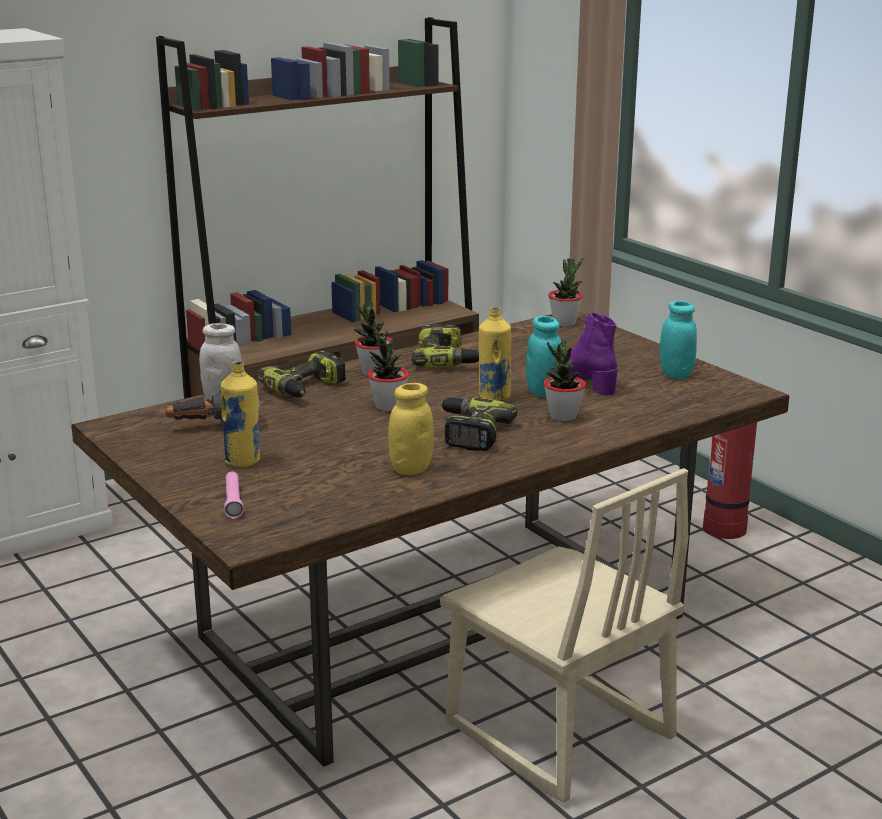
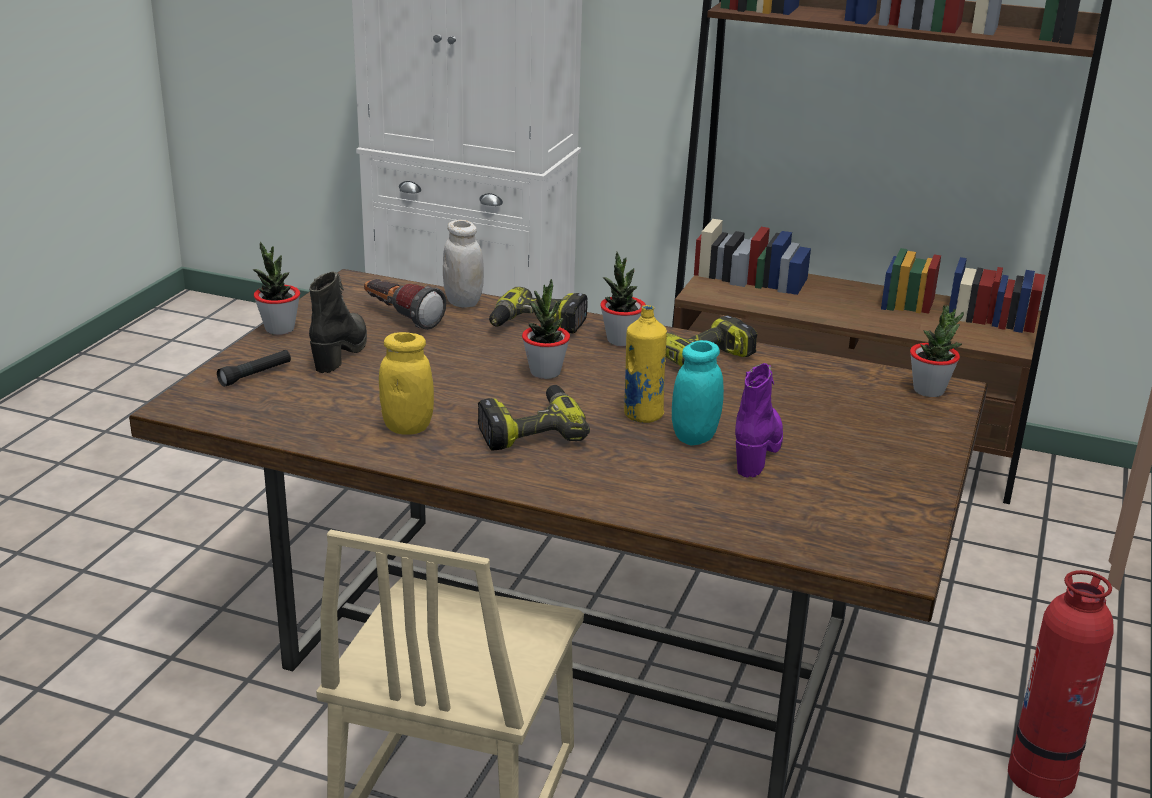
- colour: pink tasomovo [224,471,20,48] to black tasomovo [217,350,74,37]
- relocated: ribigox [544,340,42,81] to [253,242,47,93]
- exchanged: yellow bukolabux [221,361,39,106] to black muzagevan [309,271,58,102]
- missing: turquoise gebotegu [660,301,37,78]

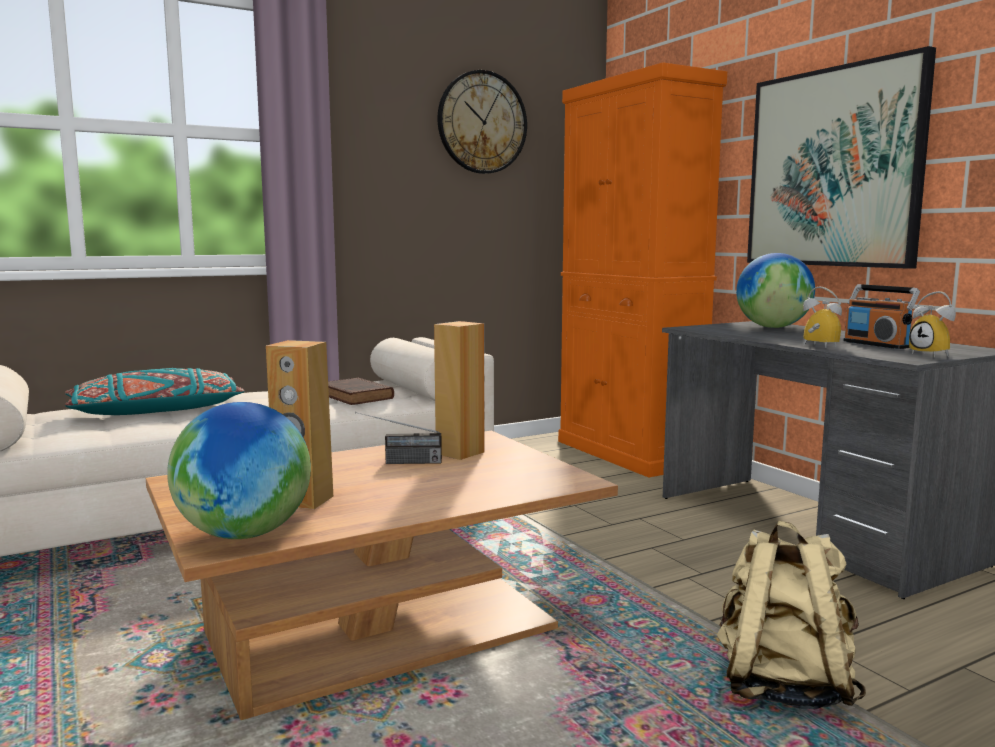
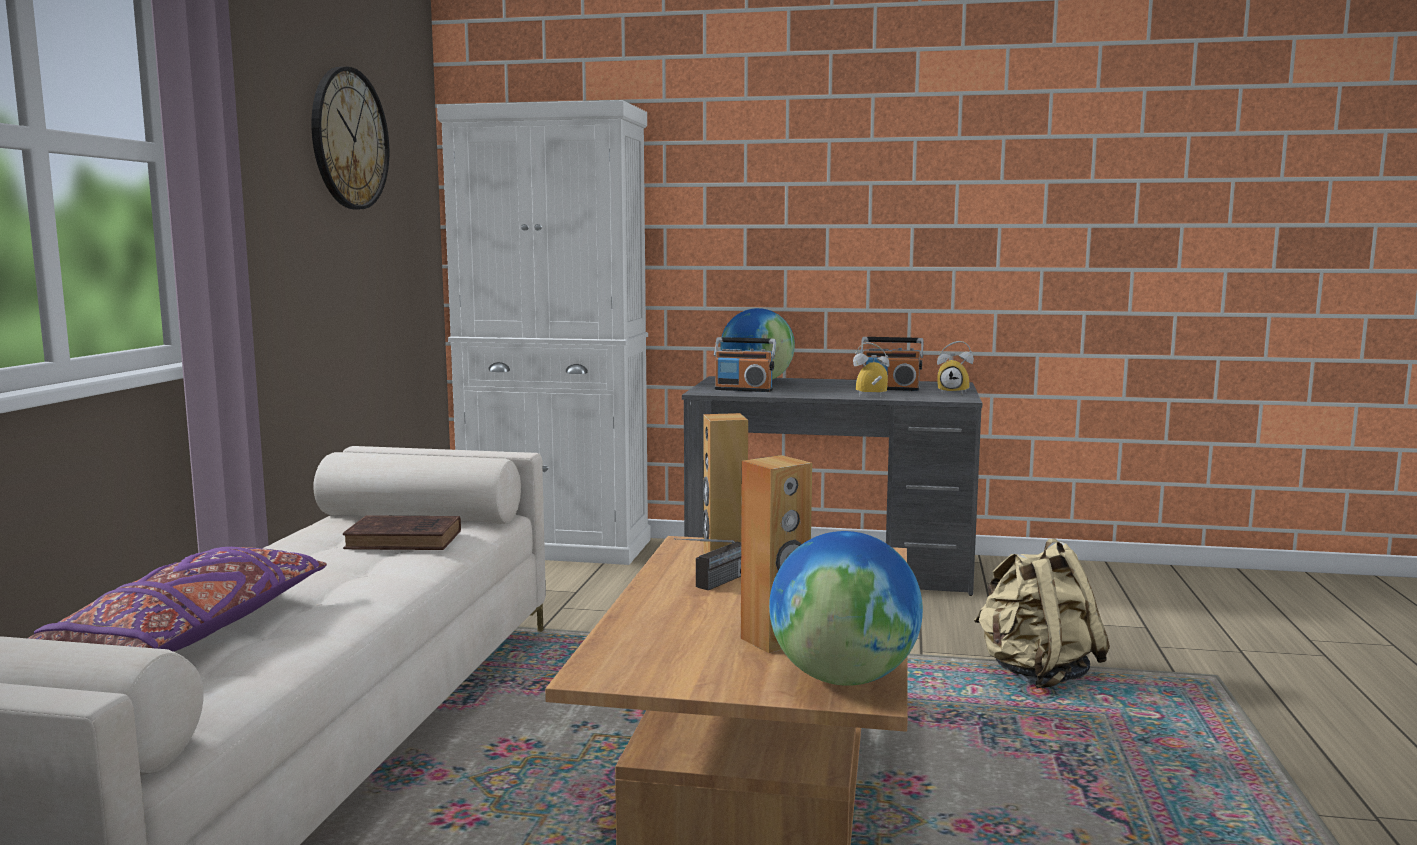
- colour: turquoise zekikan [65,368,179,47] to purple zekikan [28,547,299,105]
- colour: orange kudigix [558,62,169,416] to white kudigix [437,100,214,465]
- appeared: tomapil [714,337,62,55]
- missing: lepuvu [747,46,189,223]

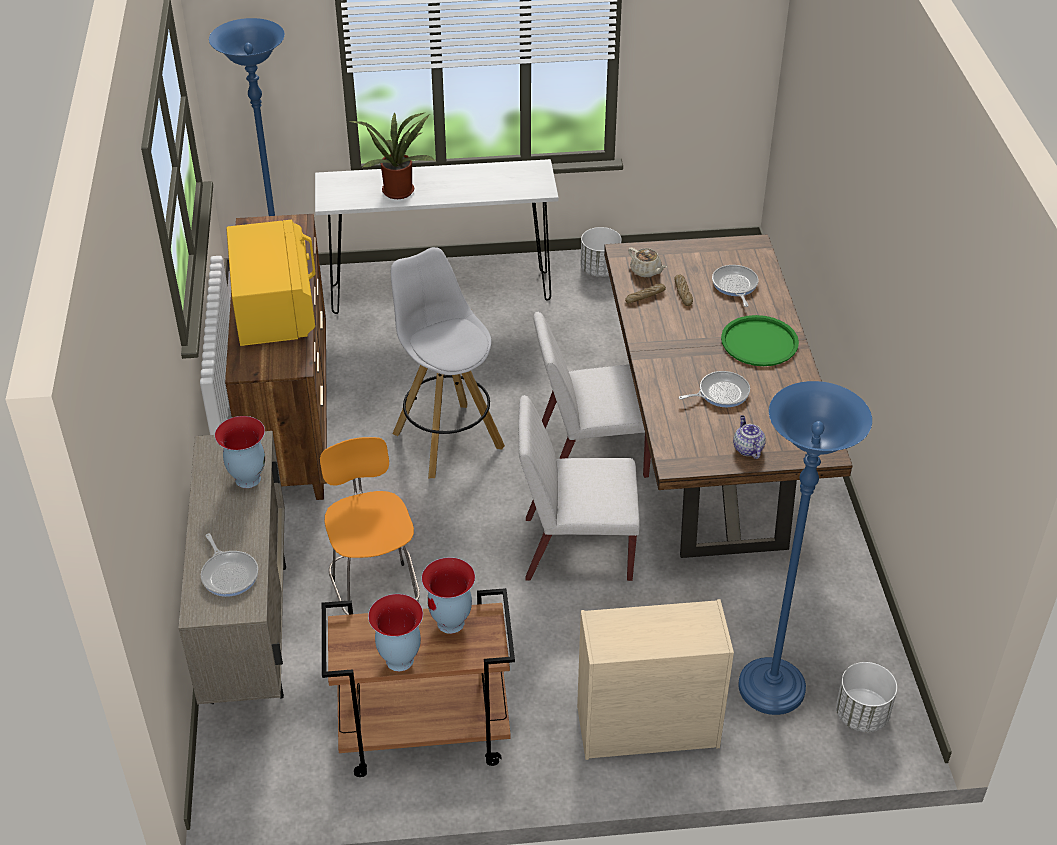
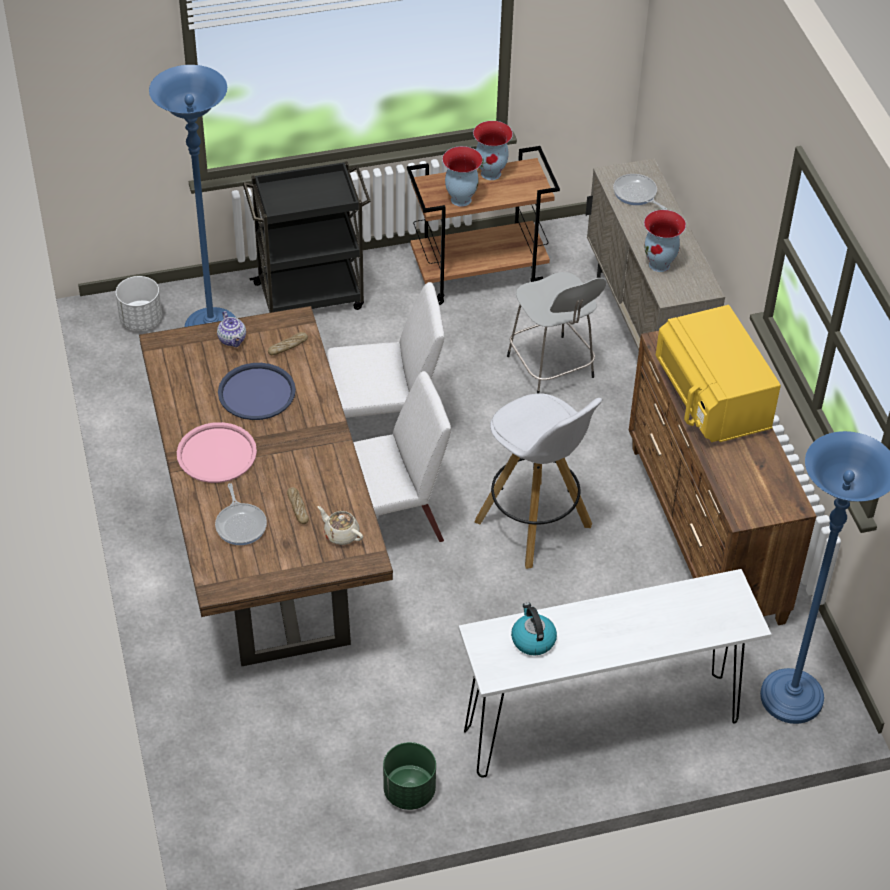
- colour: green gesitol [721,315,78,51] to pink gesitol [177,422,80,61]
- exchanged: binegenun [679,371,71,36] to blue gesitol [218,363,78,57]
- exchanged: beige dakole [577,599,157,161] to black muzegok [243,161,128,152]
- relocated: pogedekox [625,284,41,20] to [268,332,40,23]
- colour: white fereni [581,227,41,50] to green fereni [383,742,53,68]
- colour: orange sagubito [320,437,100,178] to grey sagubito [507,272,99,122]
- appeared: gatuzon [511,602,46,54]
- missing: ribigox [348,112,87,87]

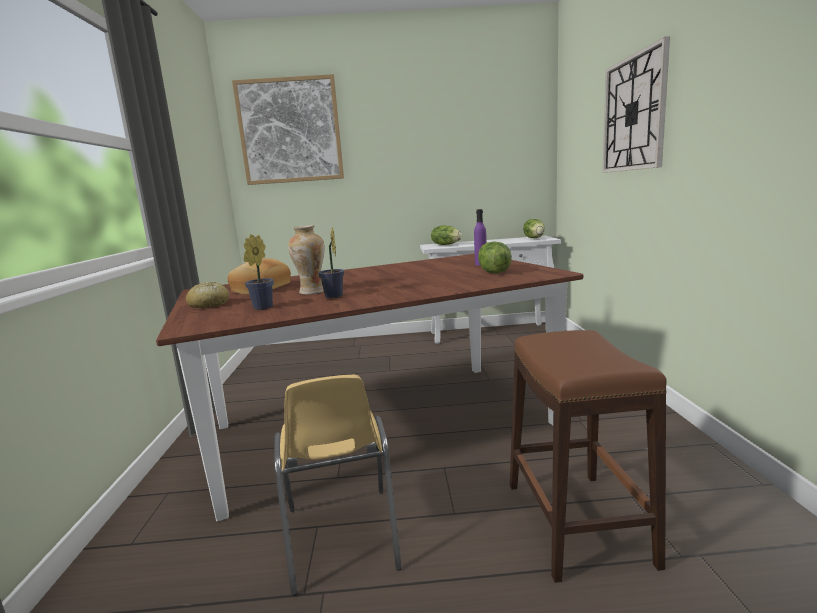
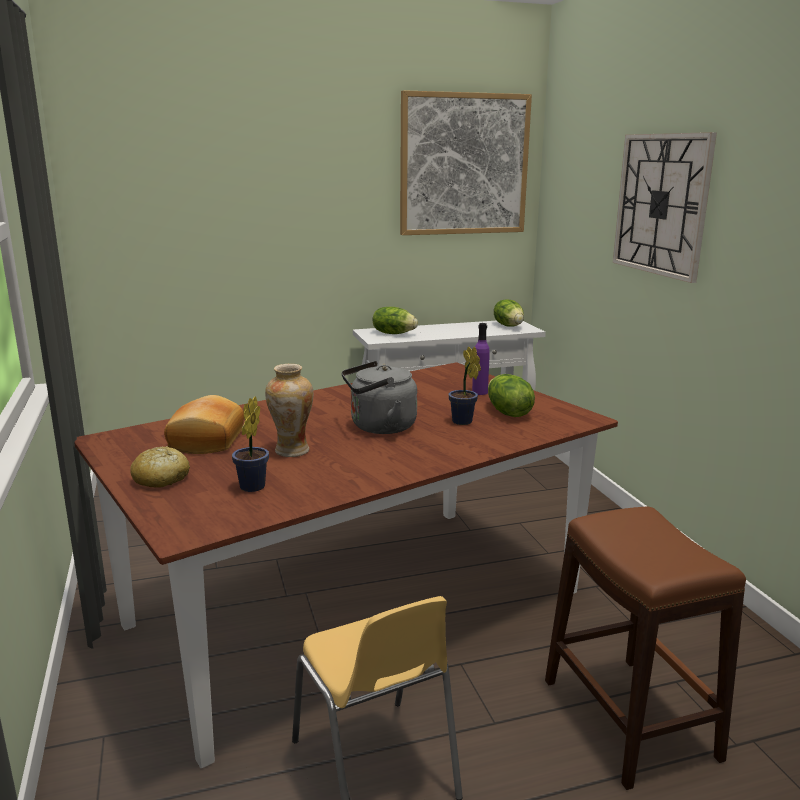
- appeared: grey gatuzon [341,361,76,73]
- relocated: lepuvu [232,74,112,111] to [400,90,132,145]
- relocated: ribigox [318,227,26,71] to [448,346,33,79]

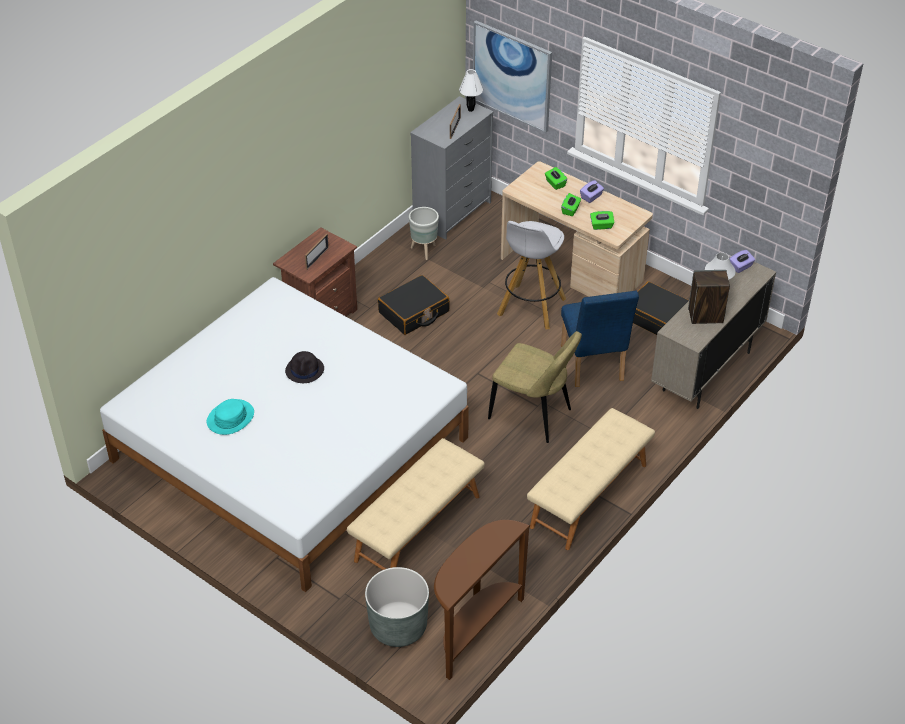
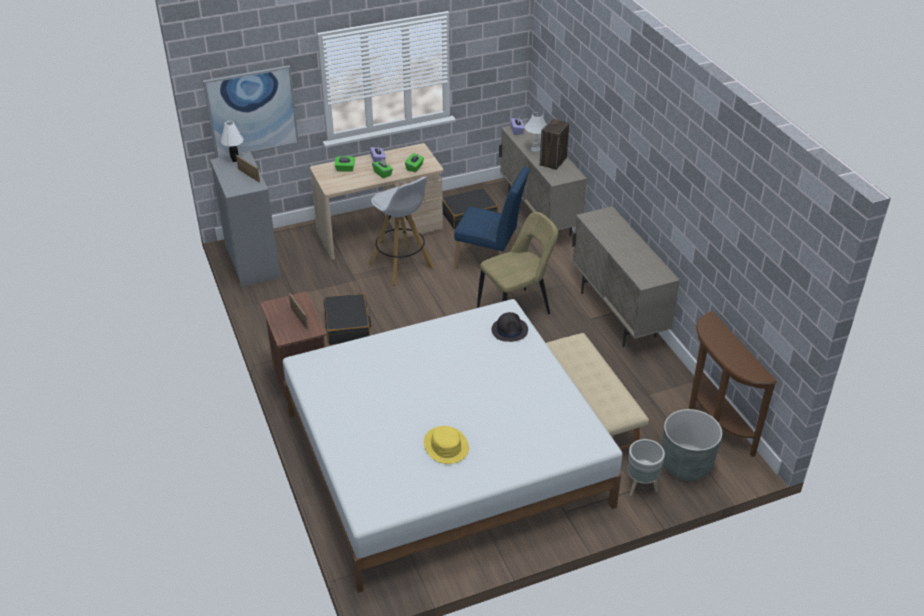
- colour: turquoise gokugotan [207,399,47,36] to yellow gokugotan [424,426,45,38]
- relocated: black gokugotan [285,351,39,32] to [491,312,37,30]
- exchanged: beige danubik [527,408,128,142] to beige kudigix [572,206,108,141]
- relocated: grey fereni [409,207,30,53] to [628,439,37,57]

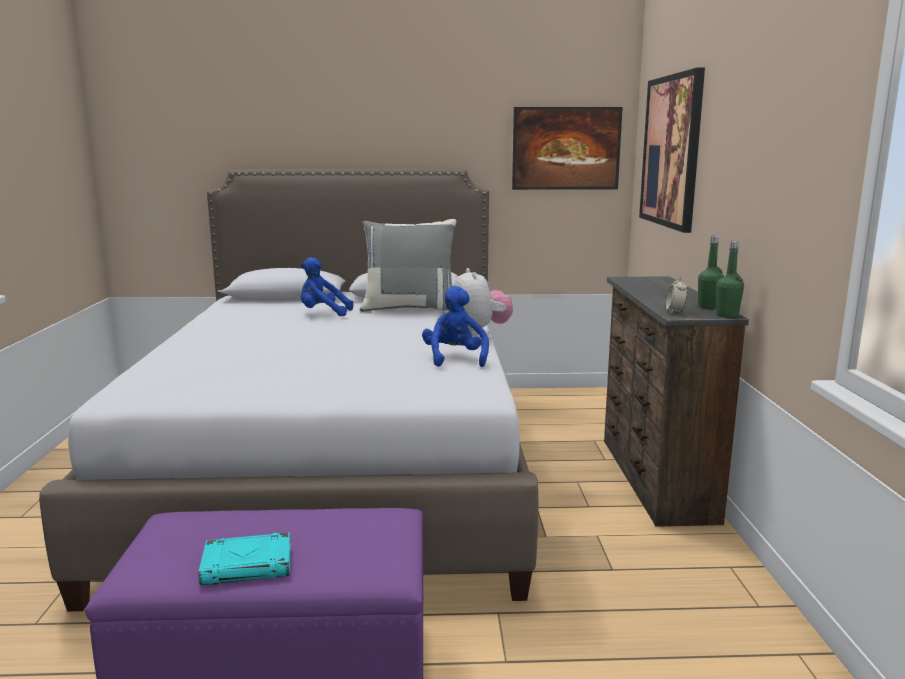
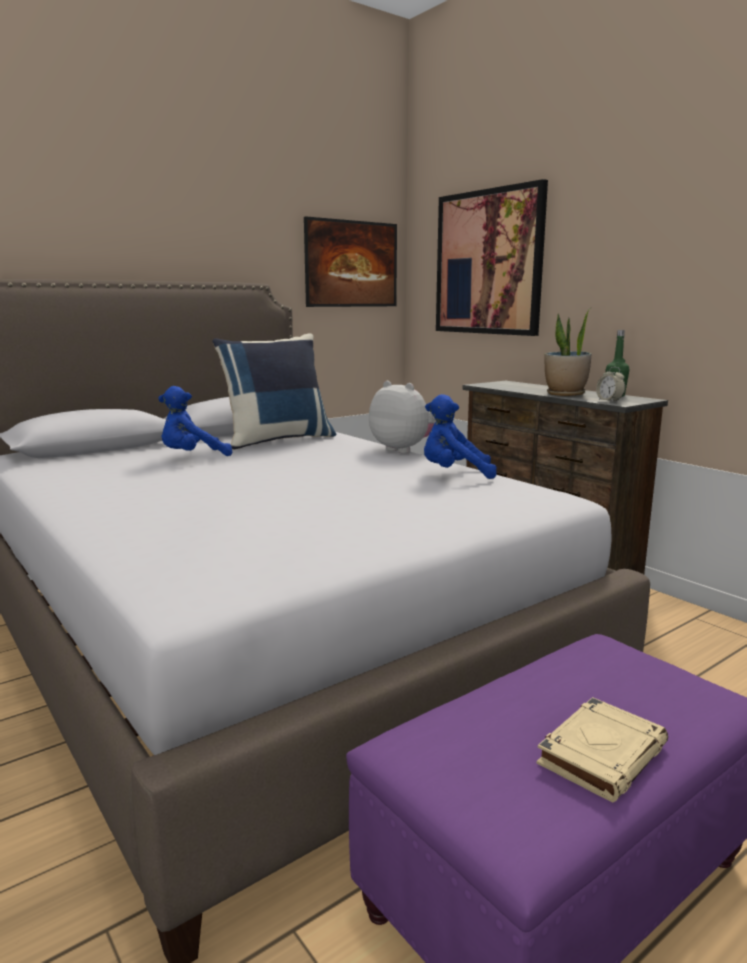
- colour: grey zekikan [360,219,97,93] to blue zekikan [212,333,124,117]
- spun: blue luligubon [422,286,67,81] = [424,394,73,85] 45 degrees counterclockwise
- colour: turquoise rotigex [198,532,93,53] to beige rotigex [537,697,131,106]
- appeared: ribigox [544,308,47,88]
- missing: green bukolabux [716,241,28,77]

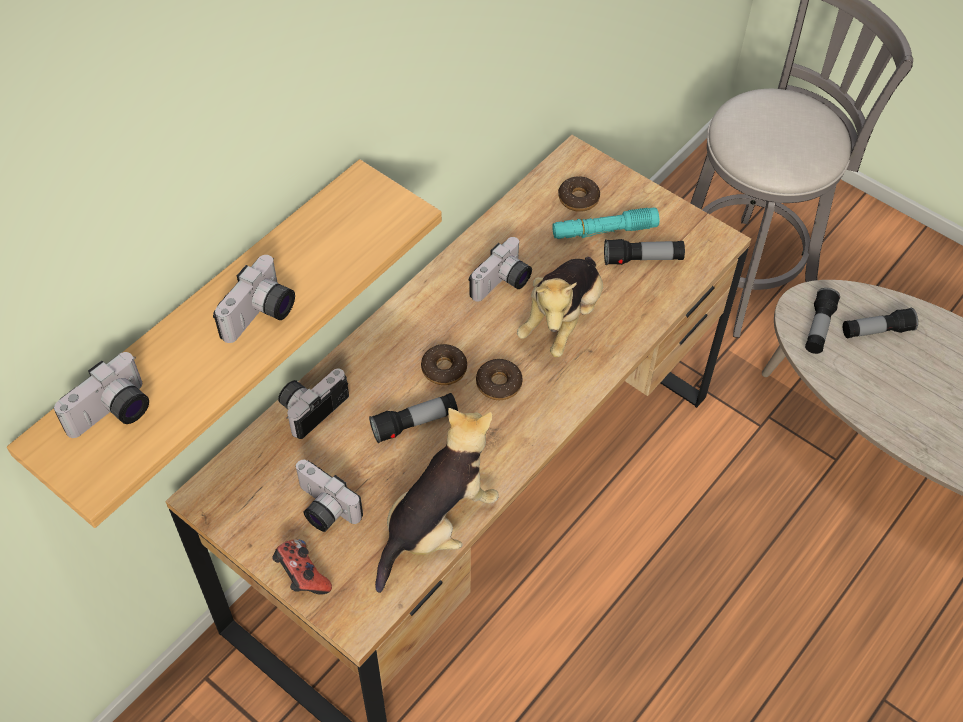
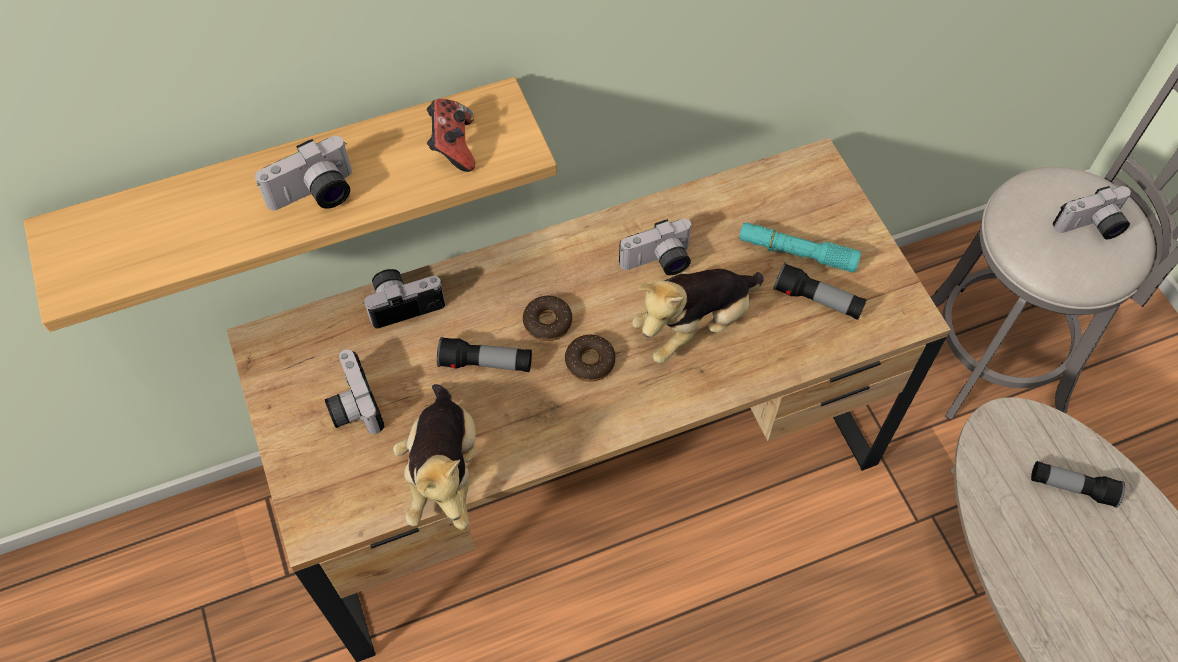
- spun: luligubon [375,408,124,185] = [393,384,83,146] 105 degrees clockwise
- relocated: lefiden [272,539,60,56] to [427,99,48,73]
- relocated: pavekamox [54,352,95,86] to [1053,186,78,53]
- missing: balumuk [558,176,42,36]
- missing: tasomovo [805,288,35,66]

